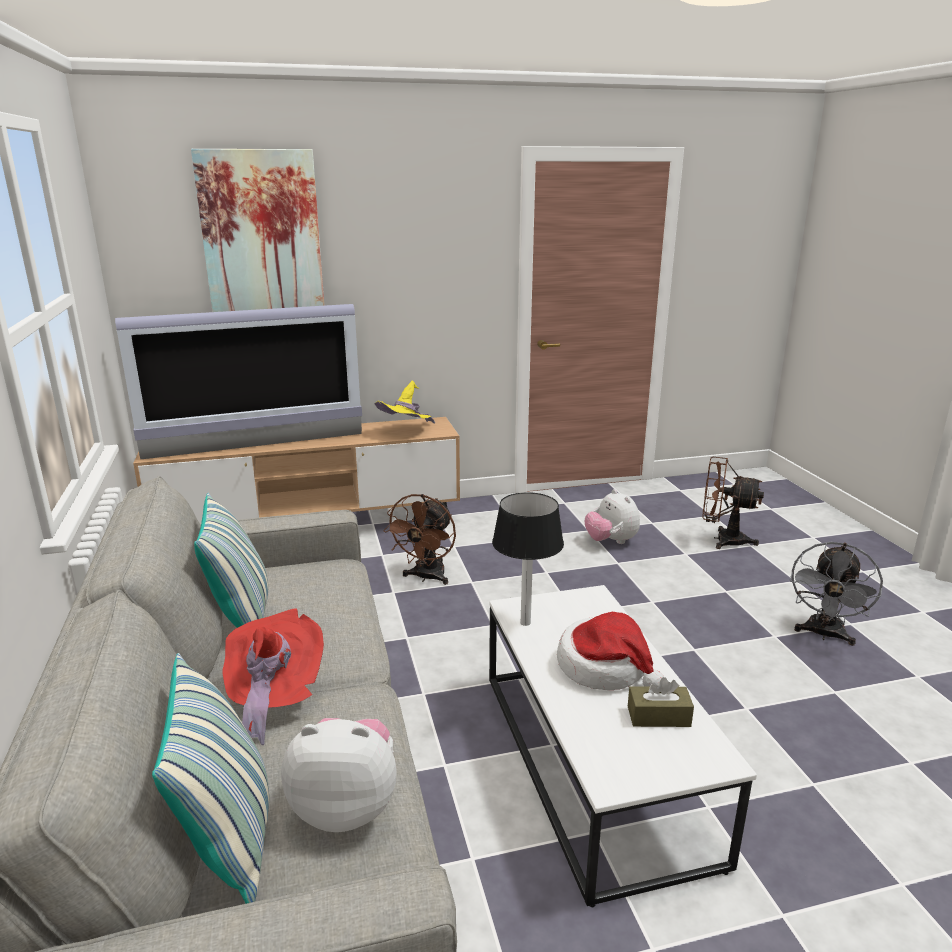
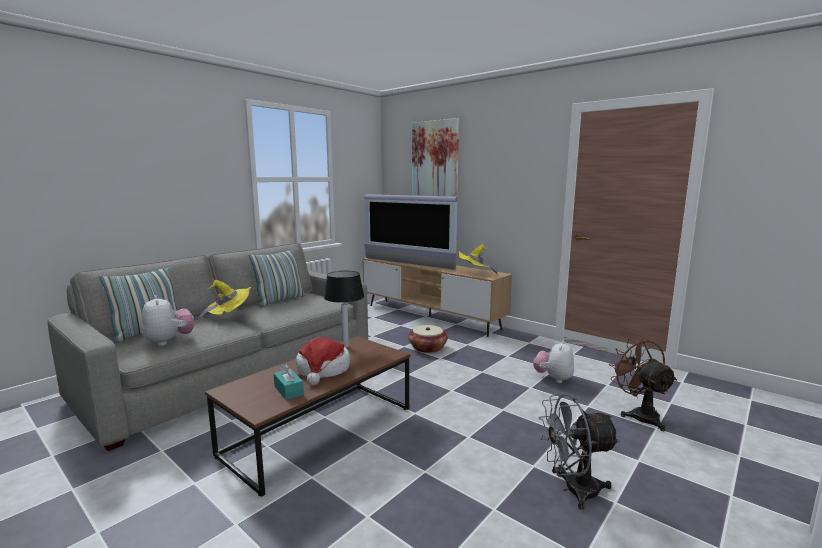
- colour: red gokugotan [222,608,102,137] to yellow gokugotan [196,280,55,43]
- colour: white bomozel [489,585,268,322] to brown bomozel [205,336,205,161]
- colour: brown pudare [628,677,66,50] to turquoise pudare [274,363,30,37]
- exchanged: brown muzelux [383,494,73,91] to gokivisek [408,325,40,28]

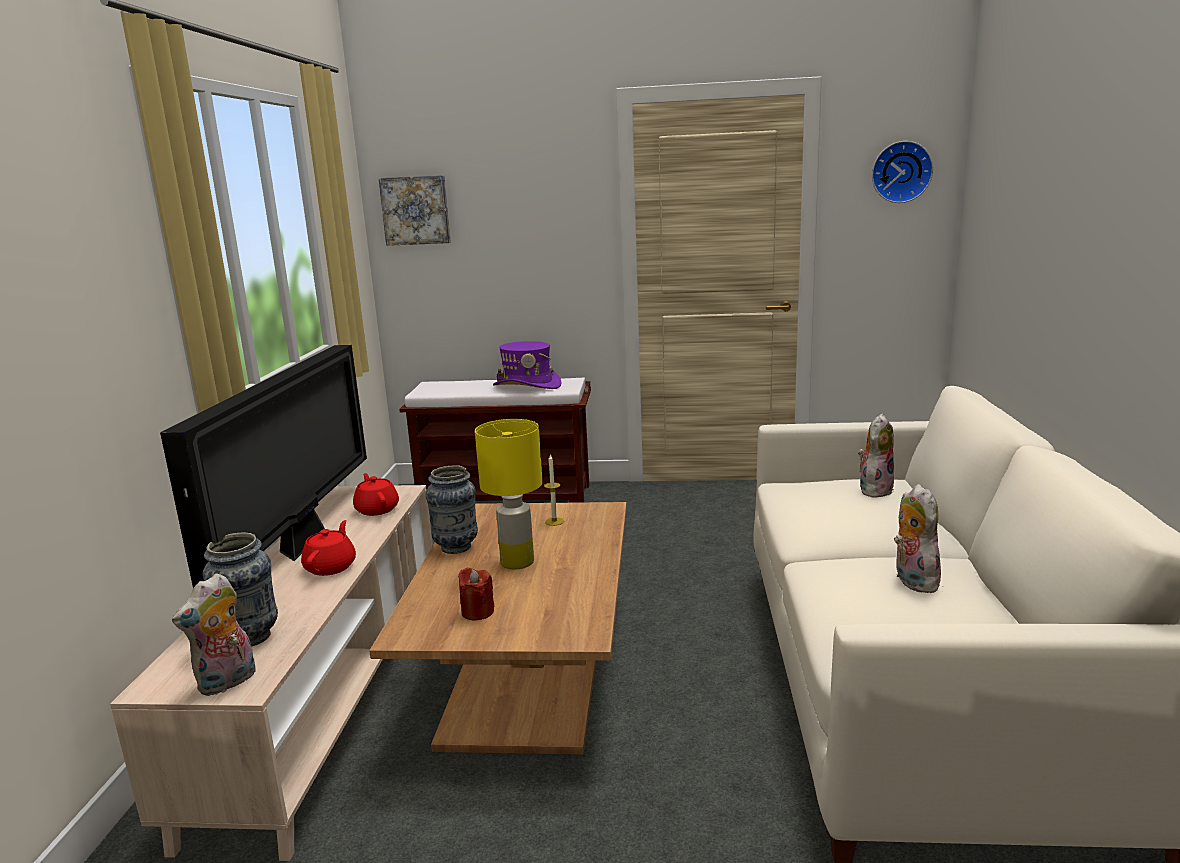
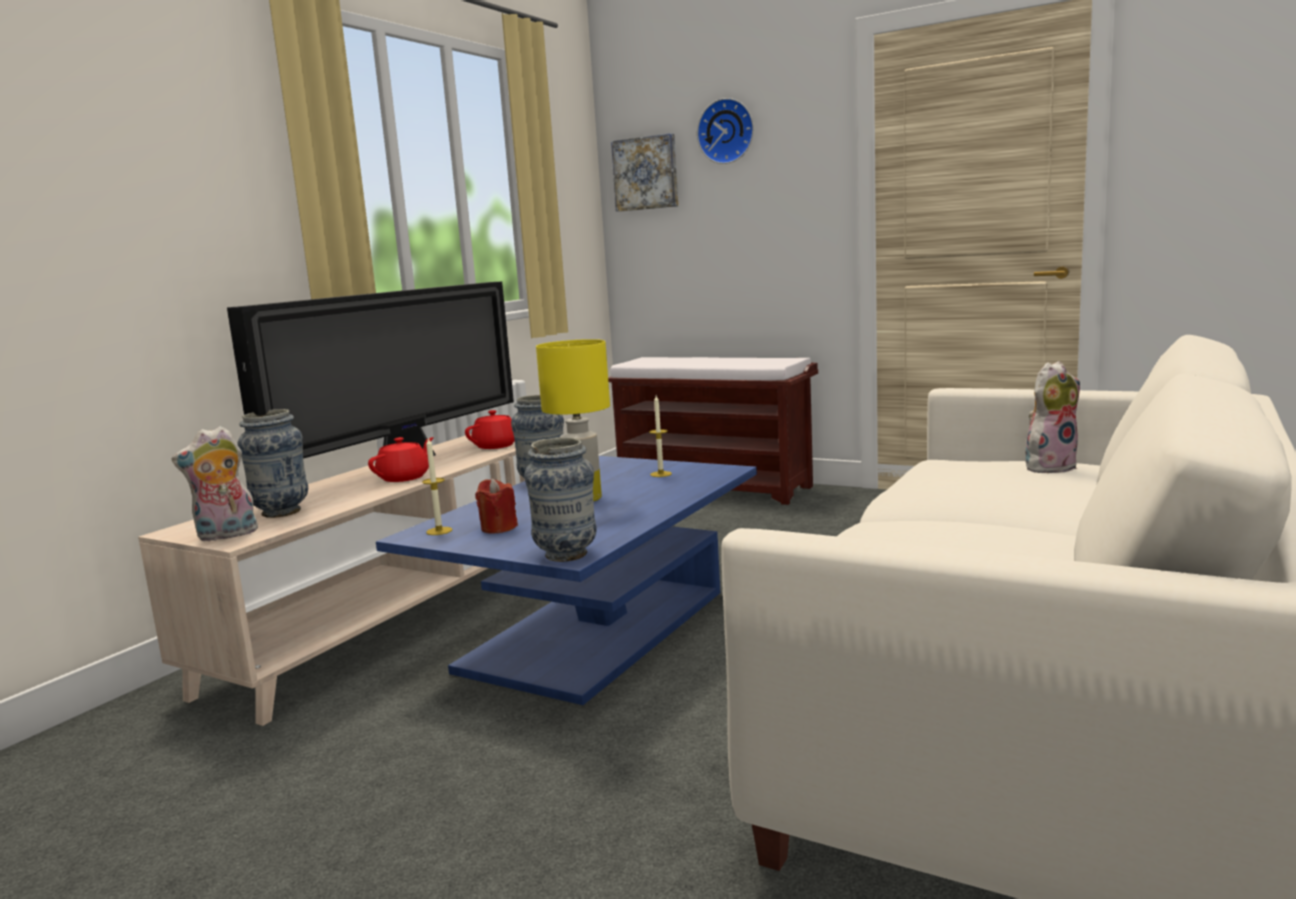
- colour: brown bomozel [369,502,258,253] to blue bomozel [376,456,381,249]
- appeared: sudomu [422,437,30,98]
- spun: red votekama [353,473,46,43] = [465,410,50,39] 45 degrees clockwise
- appeared: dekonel [524,437,73,125]
- relocated: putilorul [872,141,61,62] to [697,98,57,66]
- missing: purple gokugotan [493,341,69,48]
- missing: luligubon [894,484,49,109]

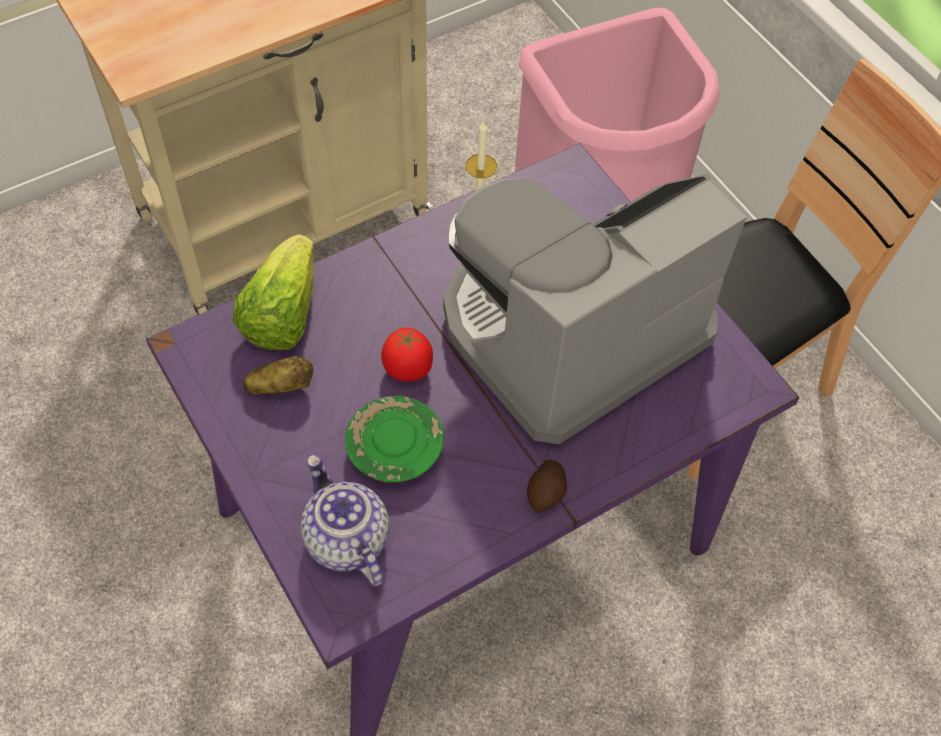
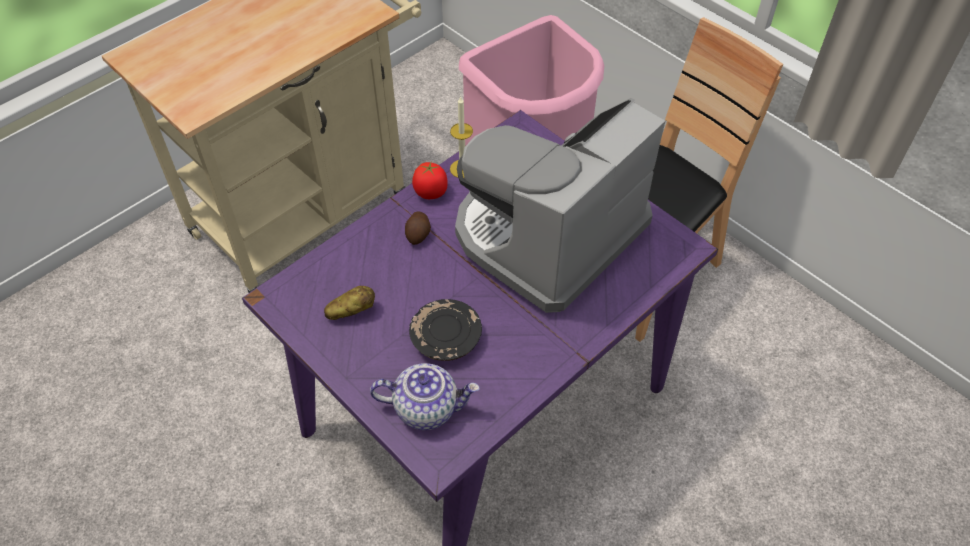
- spun: votekama [301,455,88,132] = [370,363,109,67] 135 degrees clockwise
- relocated: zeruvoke [527,460,40,52] to [405,211,26,34]
- colour: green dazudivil [345,396,99,87] to black dazudivil [409,299,73,62]
- relocated: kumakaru [381,328,52,54] to [412,162,36,37]
- missing: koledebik [233,234,81,116]

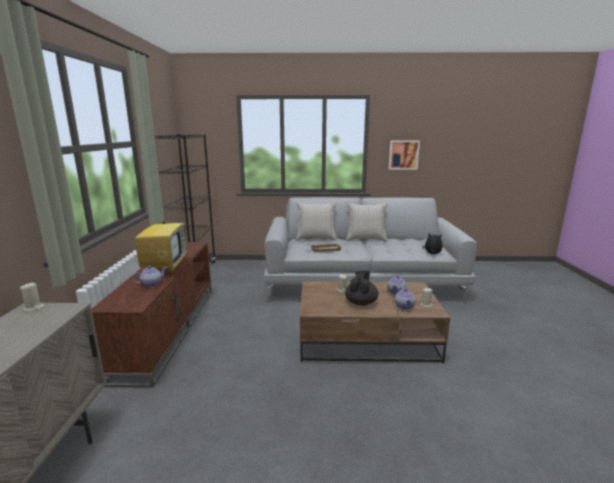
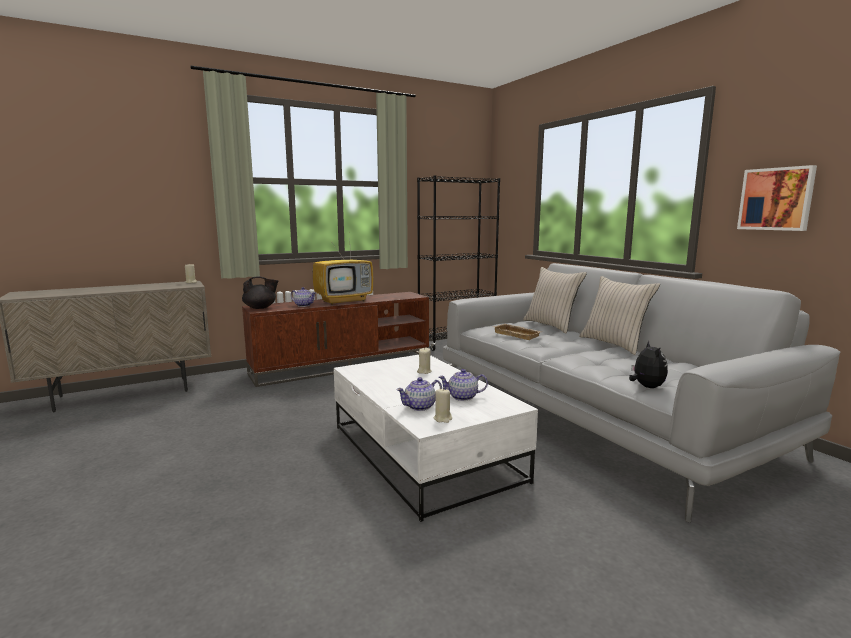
- relocated: black votekama [345,271,33,35] to [242,276,36,33]
- colour: brown bomozel [300,281,150,82] to white bomozel [334,355,204,167]

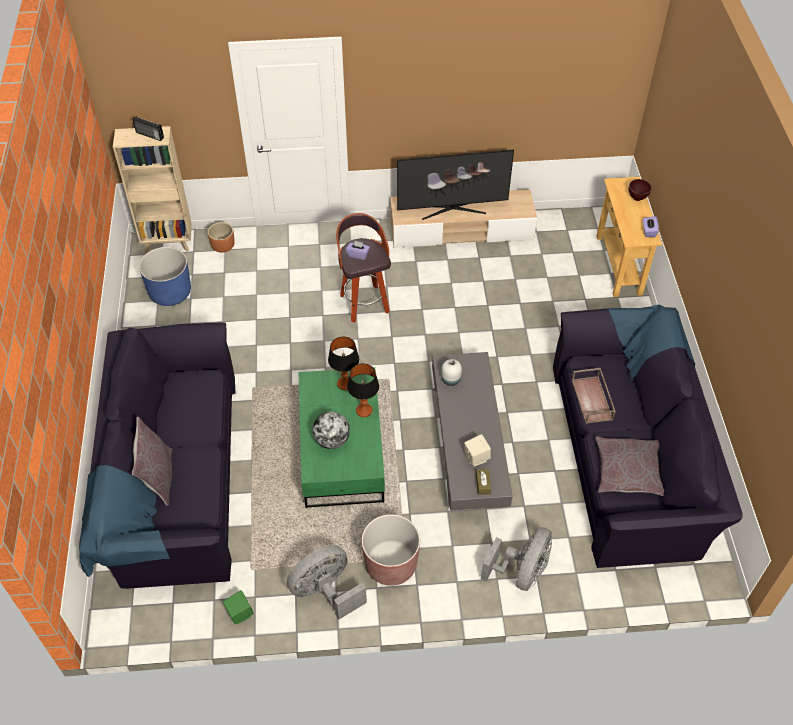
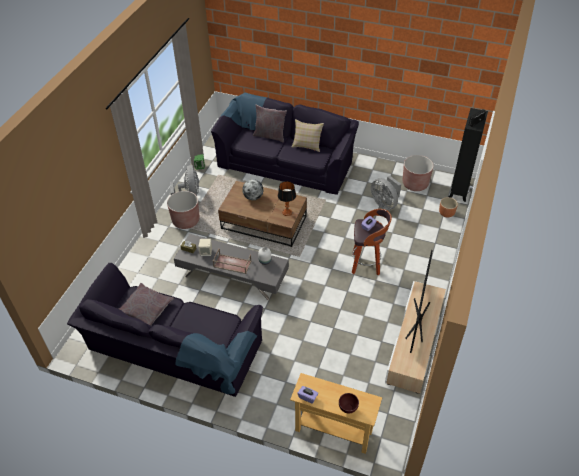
- relocated: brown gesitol [572,368,44,56] to [213,248,38,26]
- colour: green bomozel [299,367,86,141] to brown bomozel [218,181,89,66]
- appeared: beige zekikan [292,119,32,33]
- relocated: grey muzelux [481,527,71,64] to [371,176,30,34]
- colour: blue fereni [139,247,52,59] to brown fereni [403,155,31,36]
- colour: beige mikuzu [113,126,79,128] to black mikuzu [449,108,39,94]
- missing: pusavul [347,363,32,54]

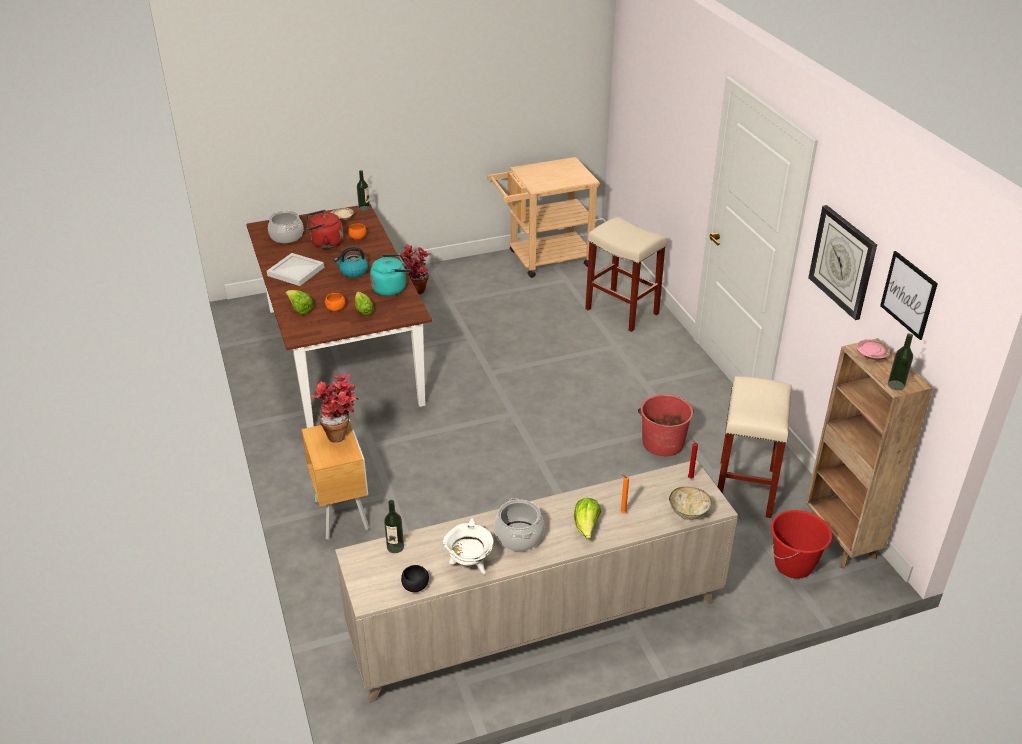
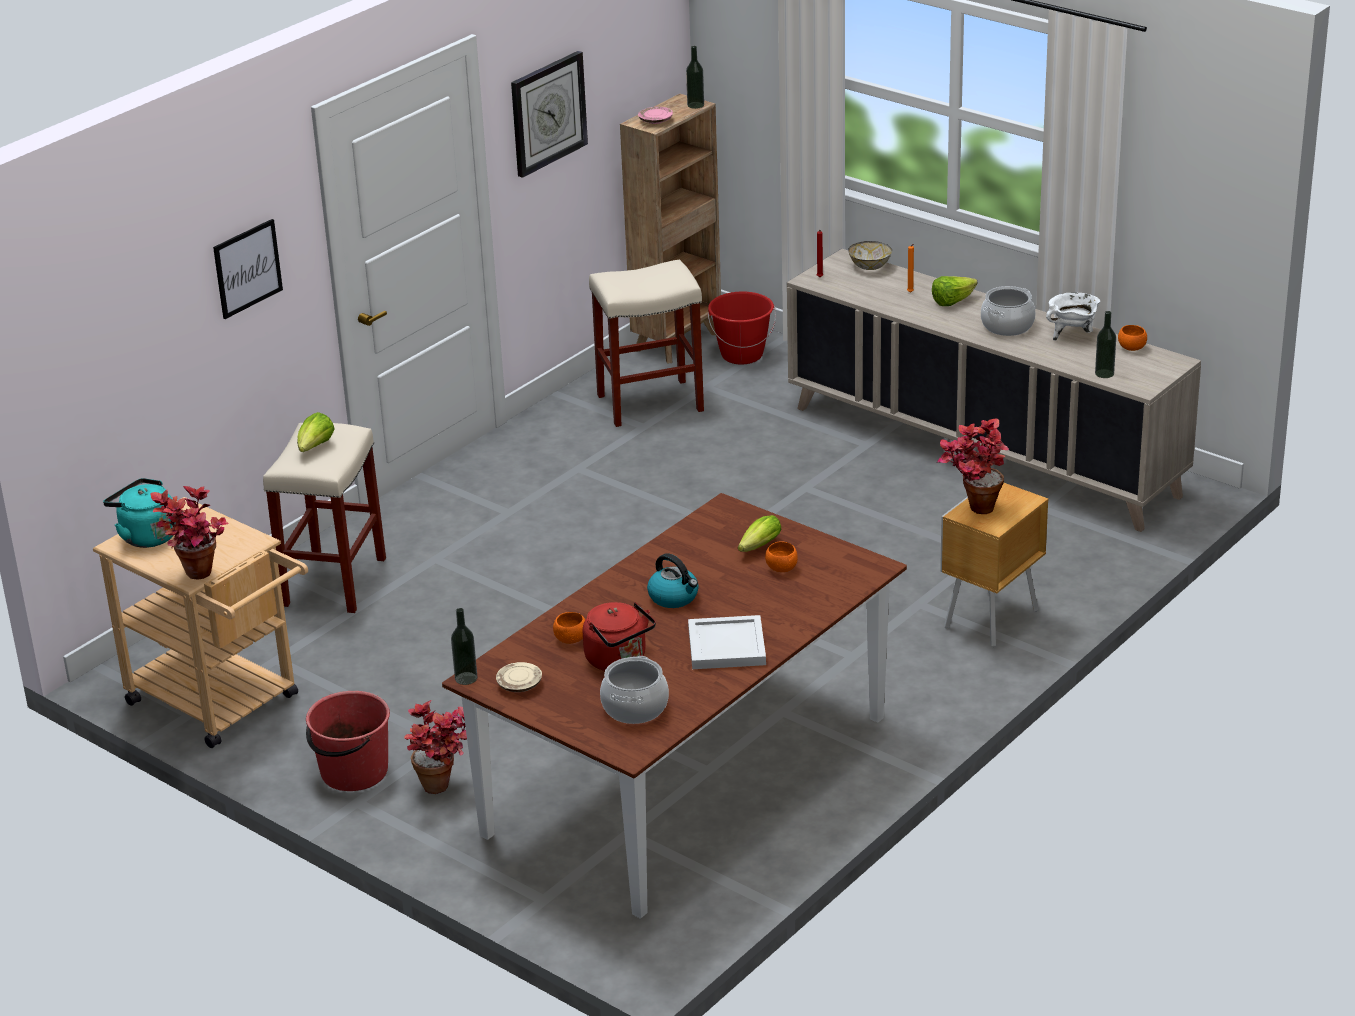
- relocated: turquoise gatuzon [370,254,41,42] to [103,478,73,70]
- appeared: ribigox [150,486,78,94]
- relocated: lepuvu [880,251,58,89] to [213,219,70,100]
- relocated: koledebik [286,290,28,25] to [297,412,38,40]
- relocated: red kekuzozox [638,394,56,62] to [306,691,84,100]
- colour: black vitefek [401,565,28,27] to orange vitefek [1118,325,29,26]

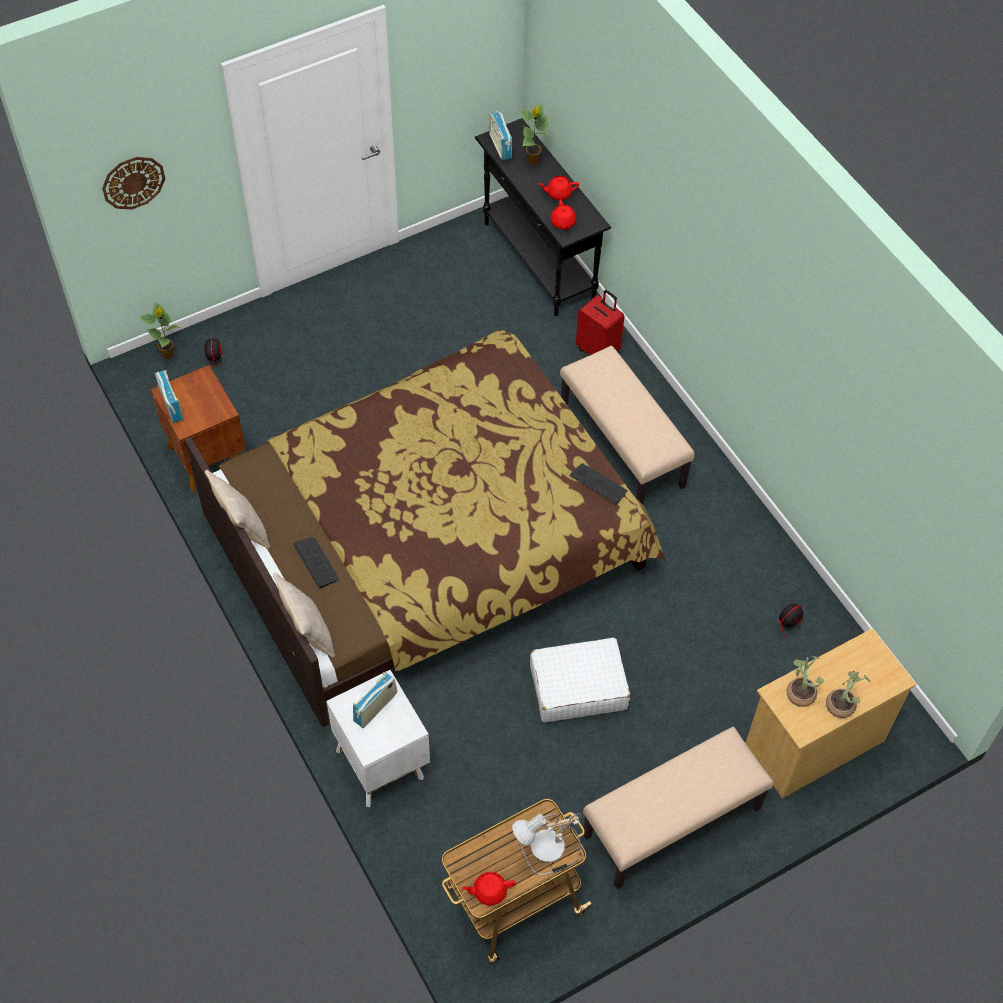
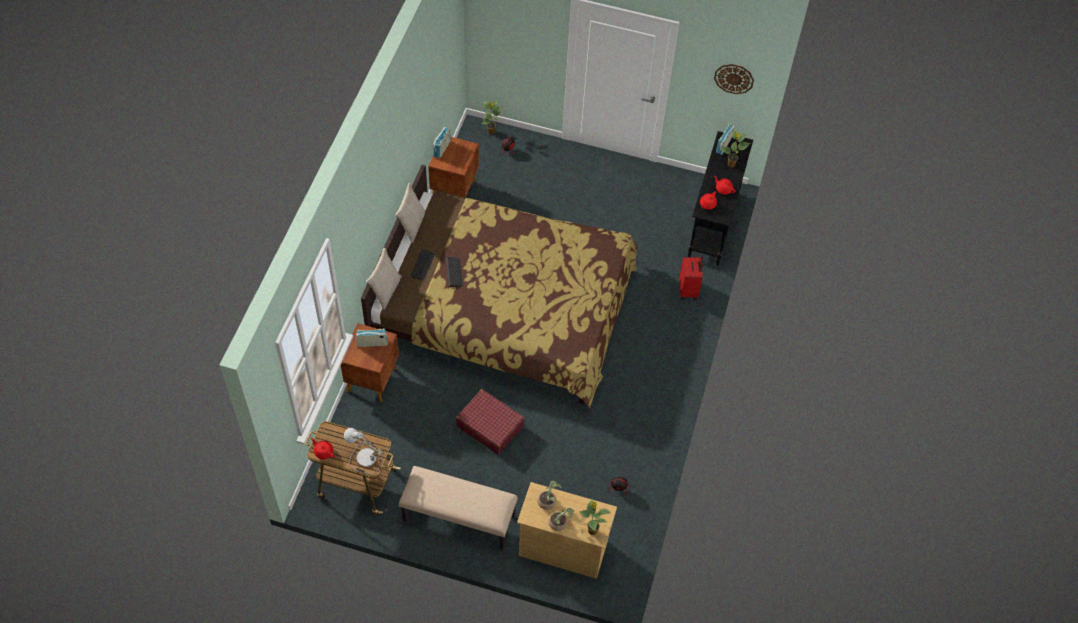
- colour: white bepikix [326,670,104,137] to brown bepikix [341,323,58,79]
- relocated: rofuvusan [570,463,58,41] to [446,257,17,30]
- colour: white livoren [530,637,100,86] to red livoren [456,389,69,66]
- appeared: ribigox [580,499,30,36]
- relocated: putilorul [102,157,63,52] to [714,64,40,30]
- missing: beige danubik [560,346,135,159]

